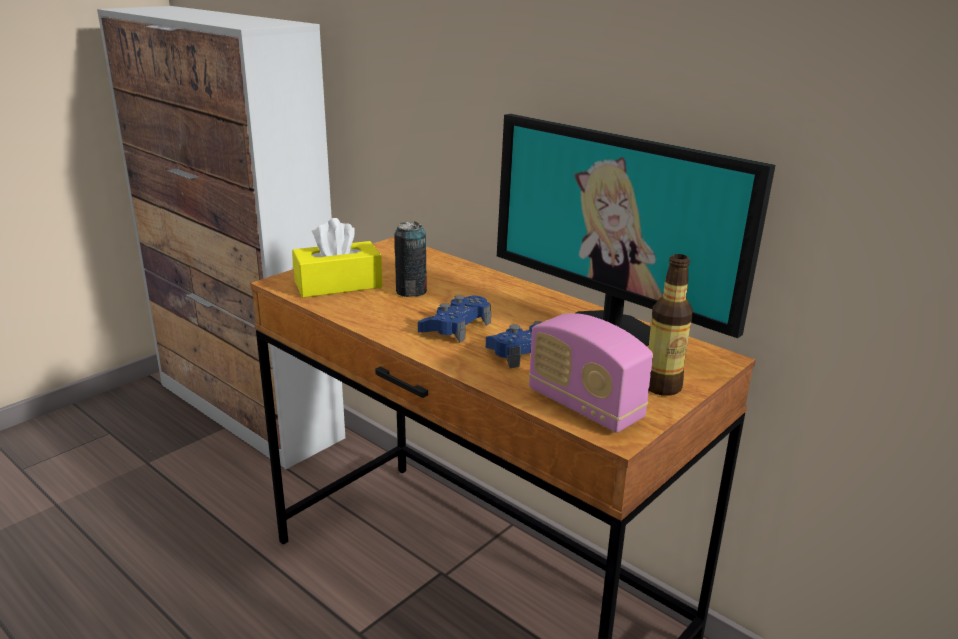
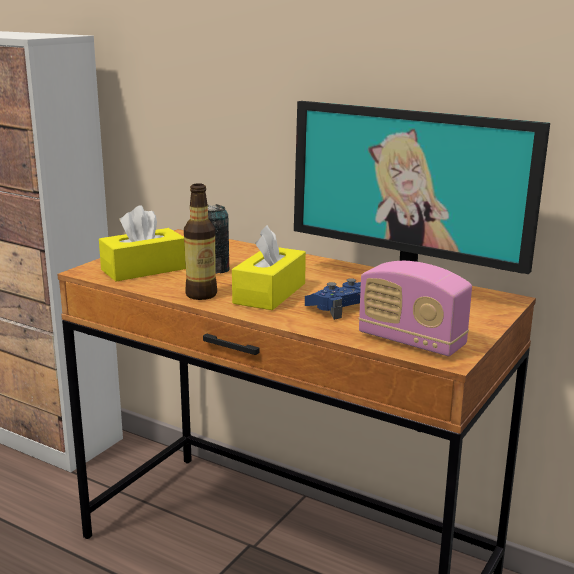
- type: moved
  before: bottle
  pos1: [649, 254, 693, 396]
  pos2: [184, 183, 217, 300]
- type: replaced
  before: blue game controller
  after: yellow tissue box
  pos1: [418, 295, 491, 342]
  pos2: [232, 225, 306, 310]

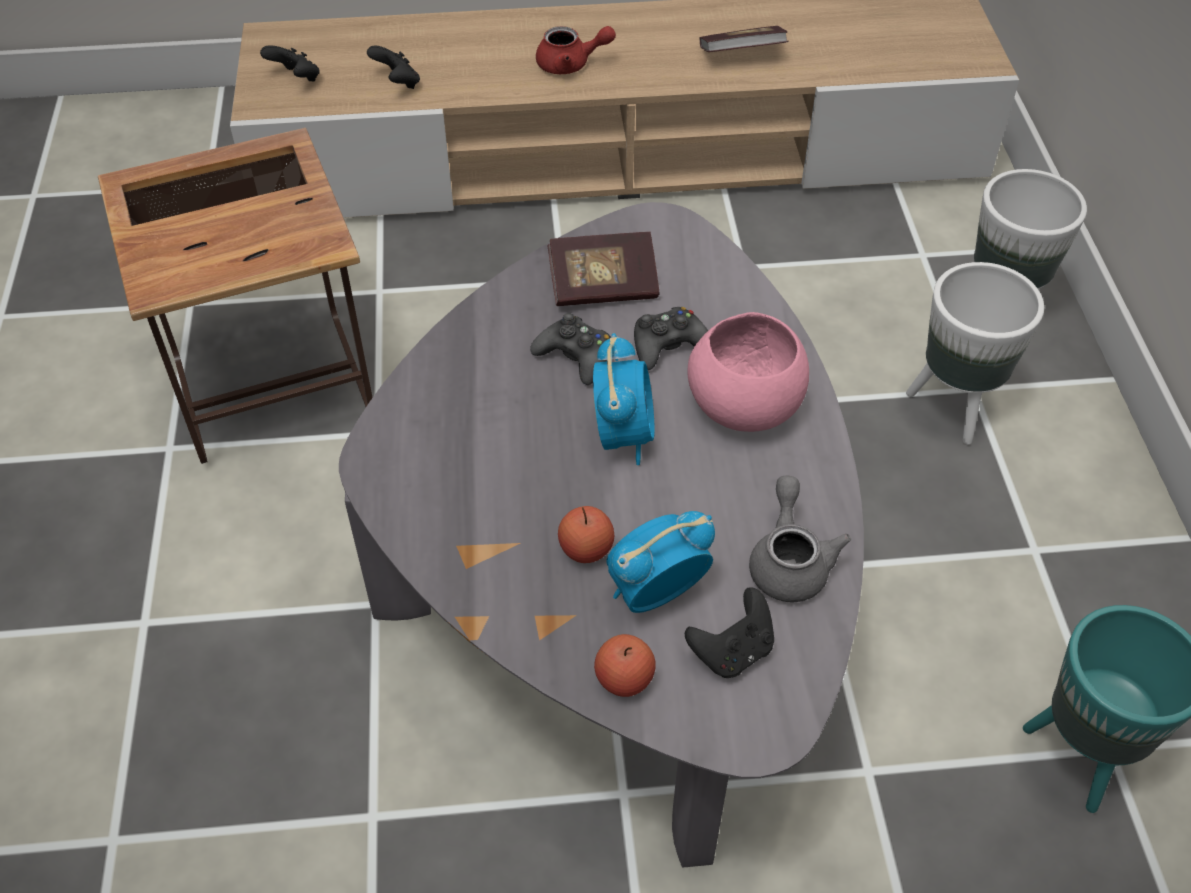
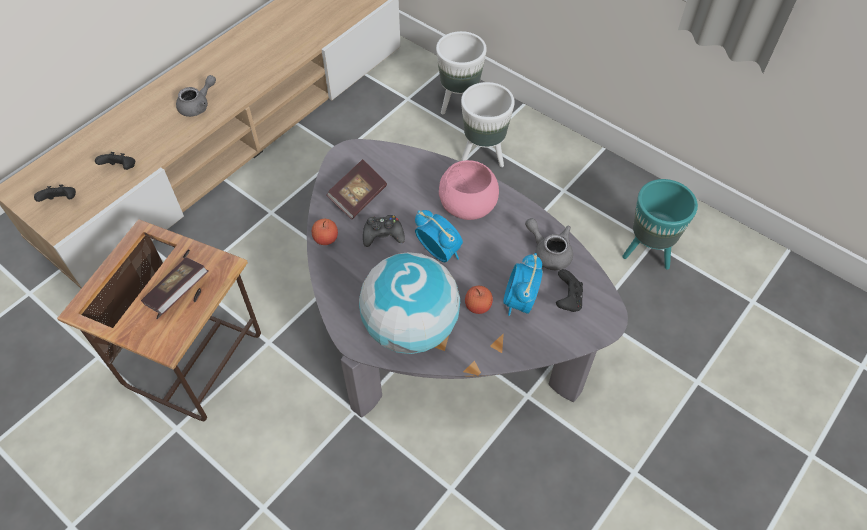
- type: removed
  before: black game controller
  pos1: [634, 307, 708, 370]
- type: added
  after: globe
  pos2: [359, 252, 460, 354]
- type: moved
  before: apple
  pos1: [594, 634, 656, 697]
  pos2: [312, 219, 338, 245]
- type: moved
  before: book
  pos1: [700, 26, 789, 52]
  pos2: [141, 257, 209, 315]
- type: recoloured
  before: red teapot
  after: grey teapot
  pos1: [536, 26, 616, 74]
  pos2: [176, 75, 216, 117]

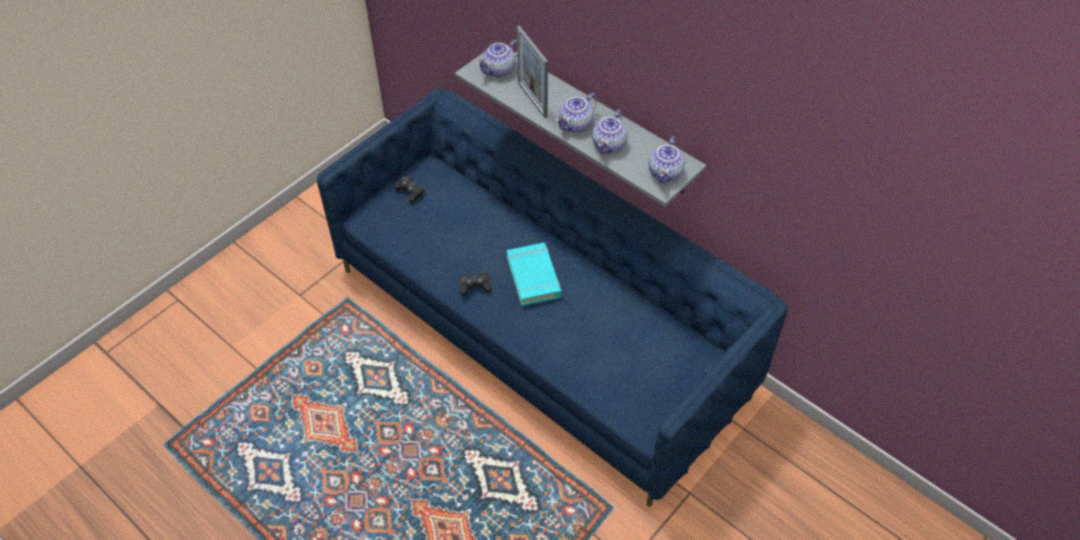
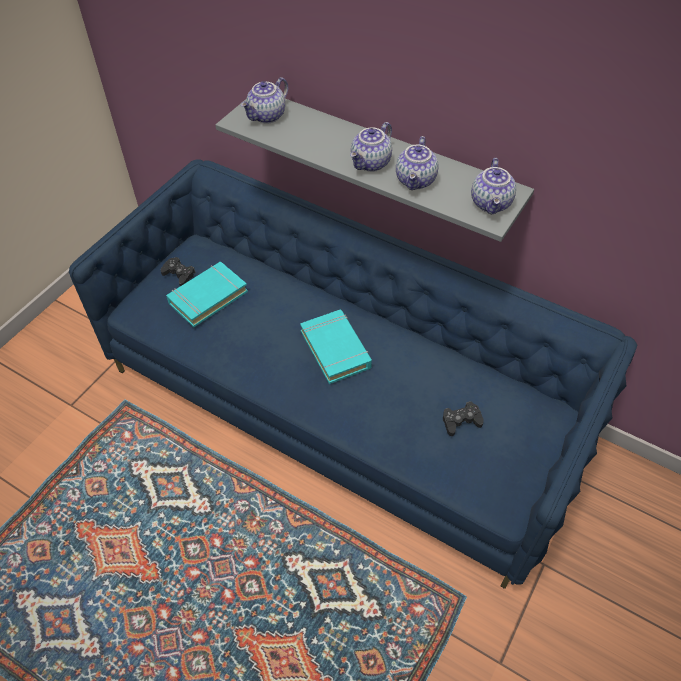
- type: removed
  before: picture frame
  pos1: [517, 26, 548, 118]
- type: added
  after: turquoise book
  pos2: [166, 262, 248, 327]
- type: moved
  before: black game controller
  pos1: [459, 271, 491, 296]
  pos2: [443, 401, 484, 436]

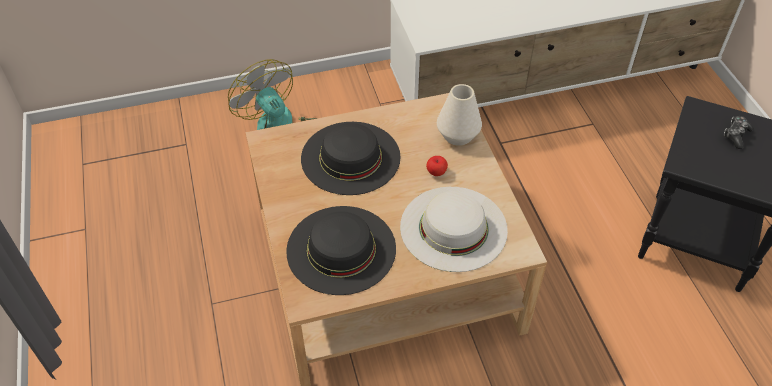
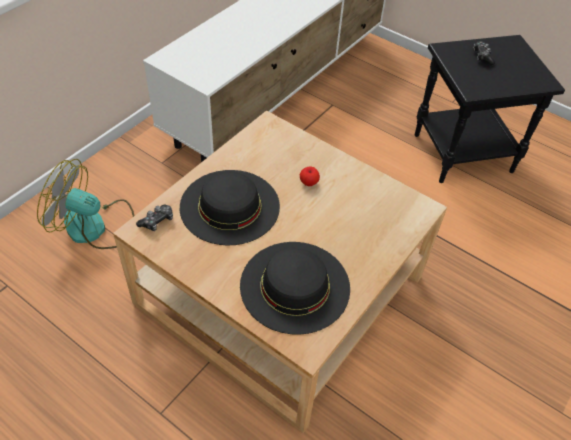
- type: removed
  before: white hat
  pos1: [400, 187, 508, 272]
- type: removed
  before: white vase
  pos1: [437, 84, 482, 146]
- type: added
  after: game controller
  pos2: [136, 204, 173, 231]

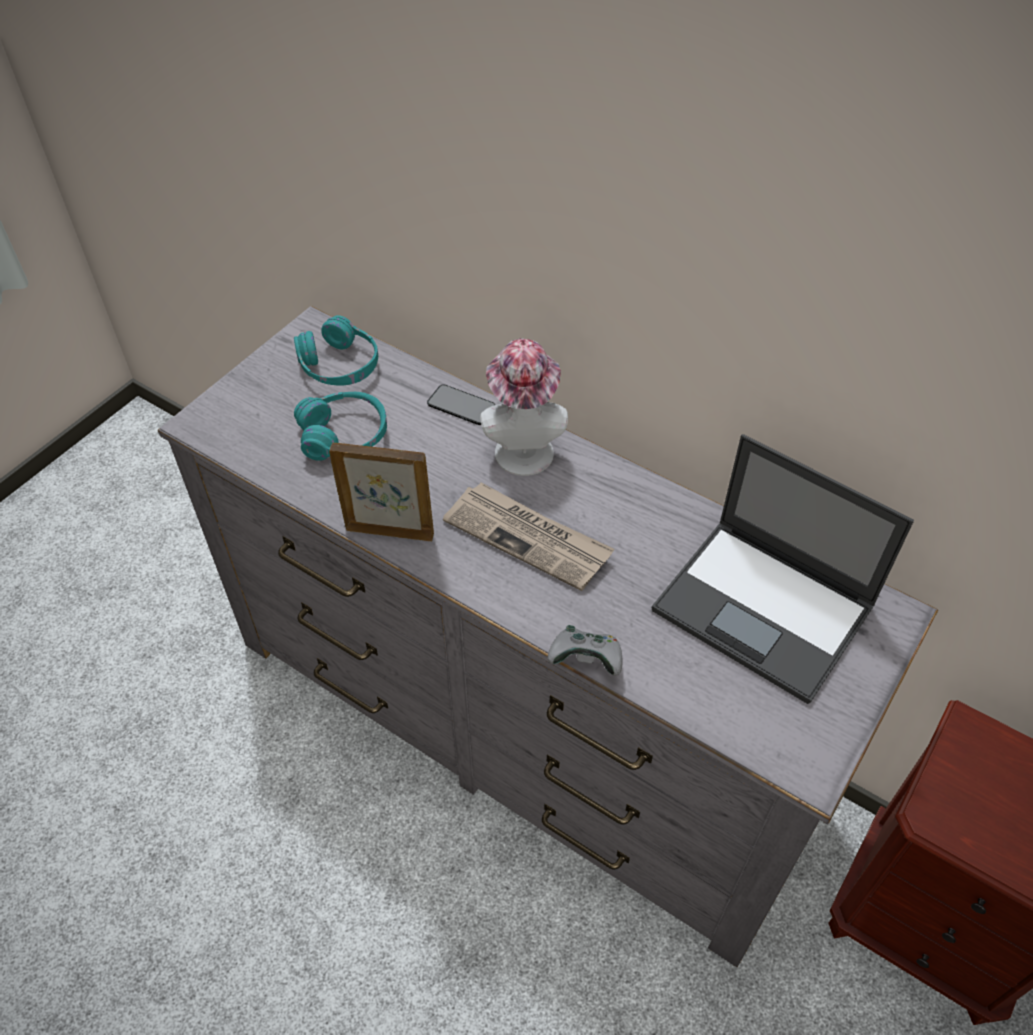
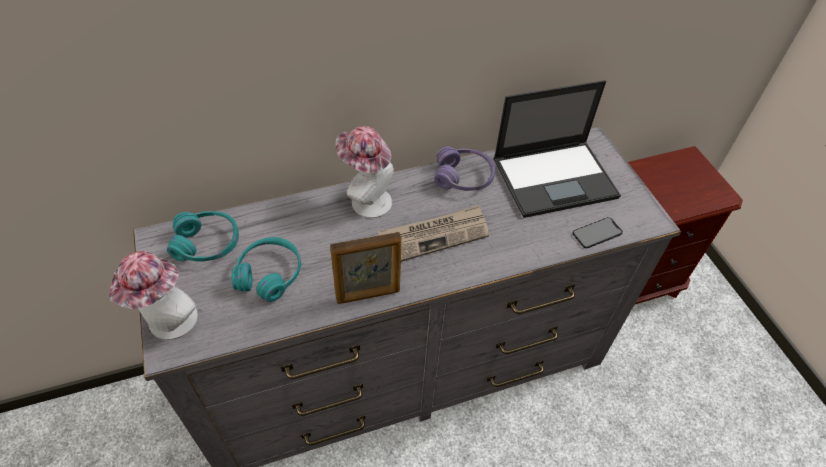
- type: removed
  before: grey game controller
  pos1: [548, 625, 622, 676]
- type: added
  after: hat
  pos2: [109, 251, 198, 340]
- type: added
  after: purple headphones
  pos2: [434, 147, 495, 191]
- type: moved
  before: phone
  pos1: [427, 385, 495, 425]
  pos2: [572, 217, 623, 248]
- type: turned
  before: picture frame
  pos1: [329, 443, 434, 541]
  pos2: [330, 232, 401, 304]
  turn: -150

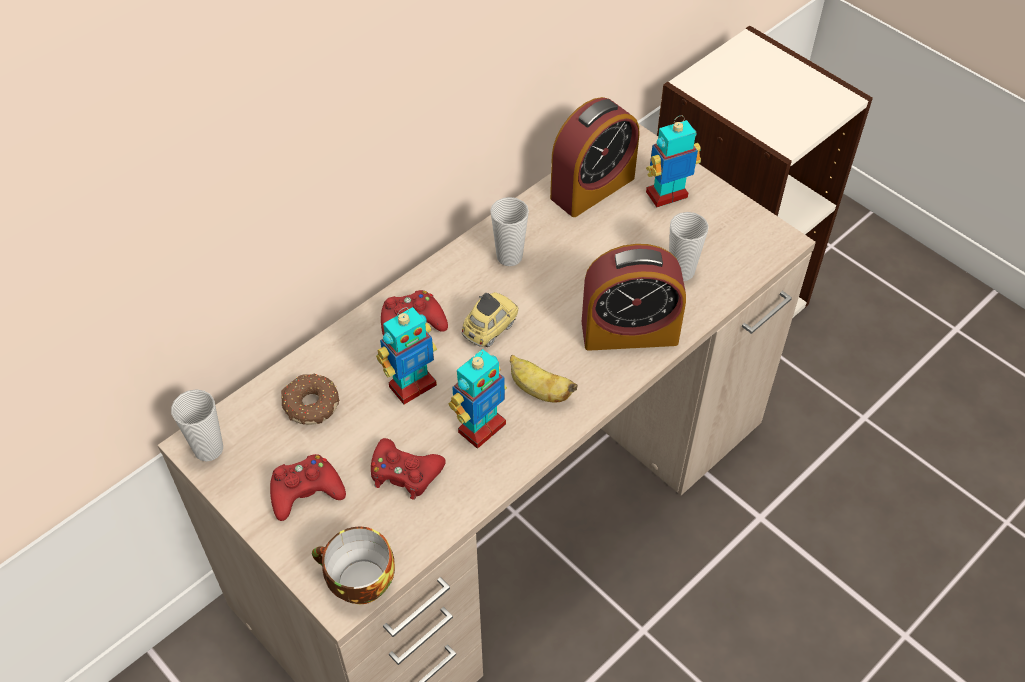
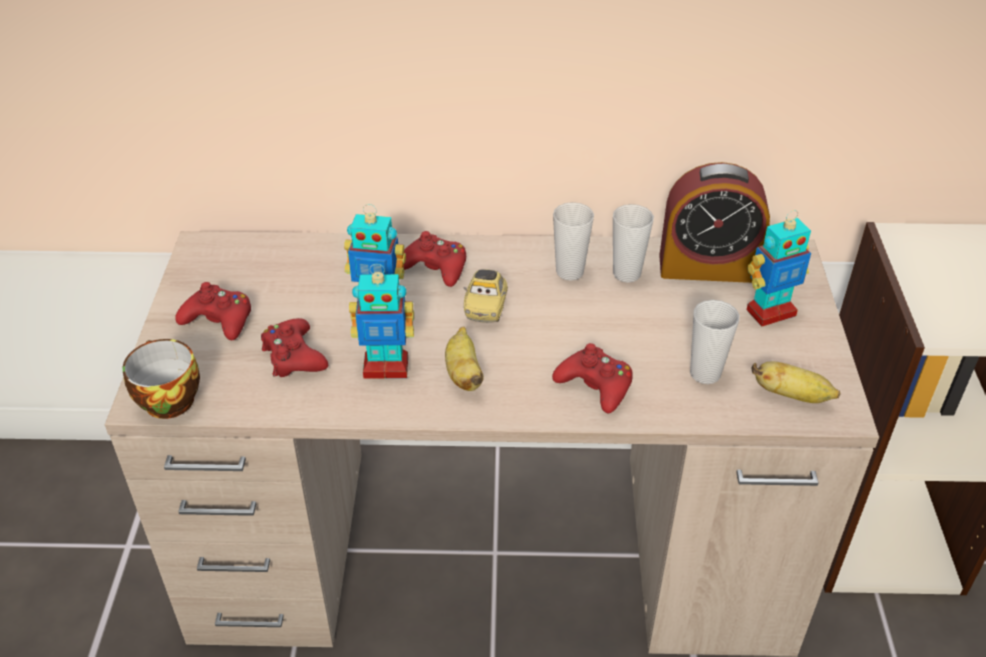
- type: removed
  before: donut
  pos1: [281, 373, 339, 425]
- type: added
  after: banana
  pos2: [751, 361, 840, 403]
- type: moved
  before: cup
  pos1: [171, 389, 223, 461]
  pos2: [613, 204, 654, 283]
- type: replaced
  before: alarm clock
  after: red game controller
  pos1: [582, 244, 686, 351]
  pos2: [552, 343, 633, 413]
- type: turned
  before: toy car
  pos1: [462, 292, 518, 347]
  pos2: [464, 269, 508, 323]
  turn: 105
- type: turned
  before: toy robot
  pos1: [646, 116, 701, 207]
  pos2: [747, 210, 811, 327]
  turn: 135

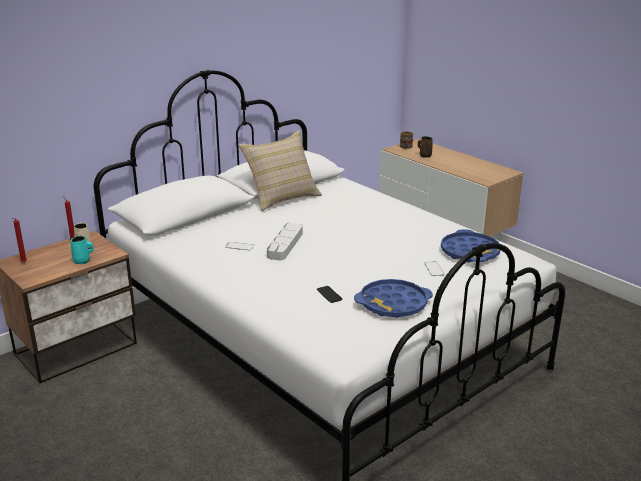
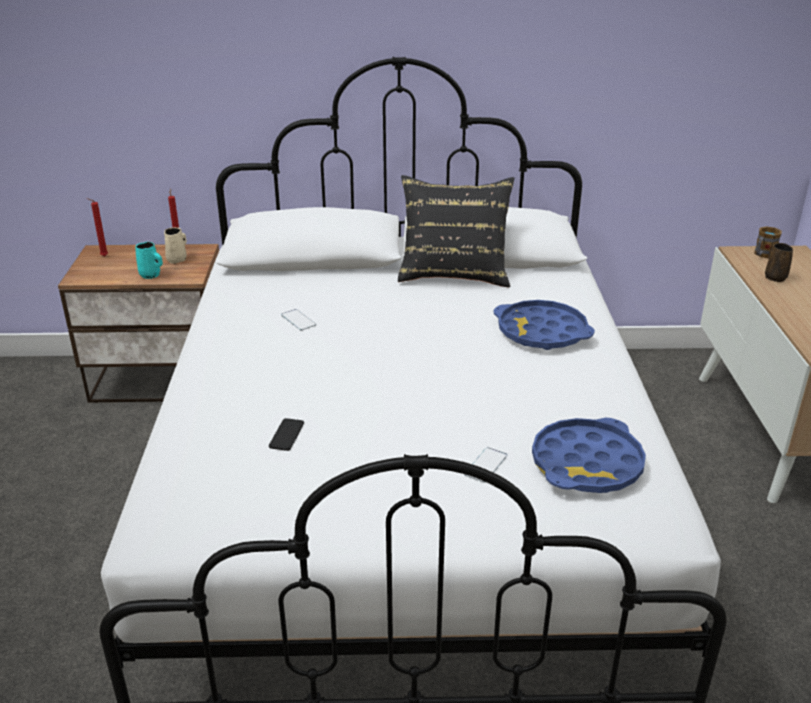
- type: removed
  before: grey tray
  pos1: [267, 223, 303, 260]
- type: moved
  before: blue tray
  pos1: [354, 279, 433, 318]
  pos2: [494, 300, 595, 350]
- type: recoloured
  before: beige pillow
  after: black pillow
  pos1: [238, 130, 322, 211]
  pos2: [398, 175, 514, 287]

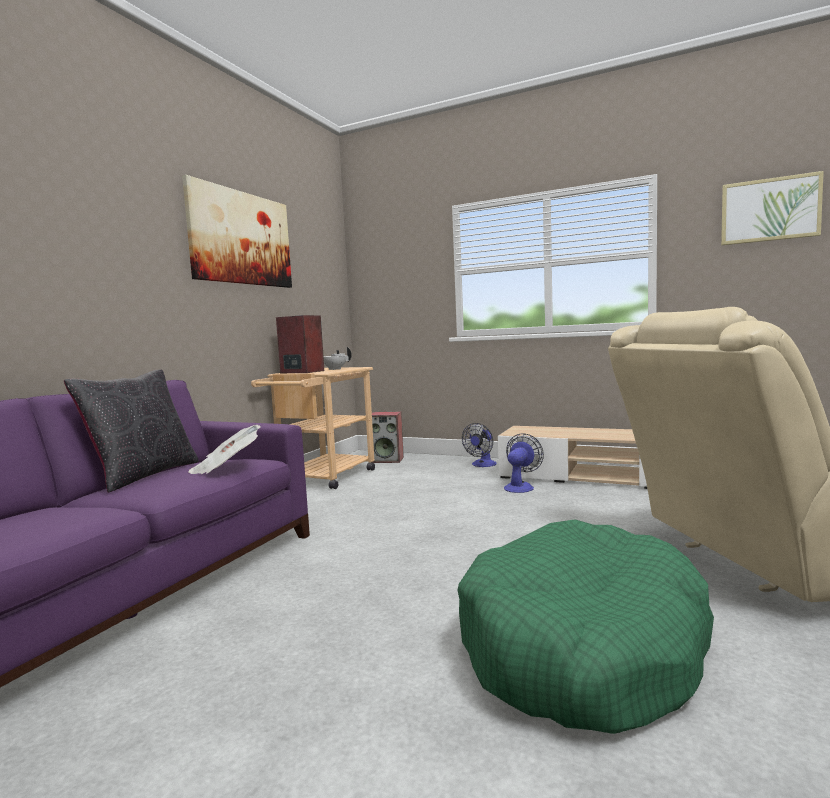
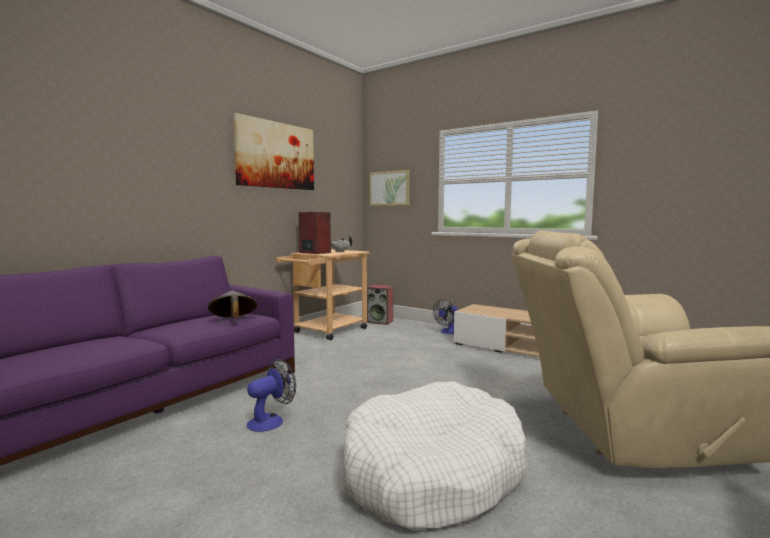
- type: removed
  before: black pillow
  pos1: [64, 370, 199, 493]
- type: moved
  before: fan
  pos1: [504, 433, 544, 493]
  pos2: [247, 359, 296, 432]
- type: moved
  before: picture
  pos1: [721, 171, 824, 245]
  pos2: [370, 170, 410, 206]
- type: replaced
  before: newspaper
  after: grey hat
  pos1: [188, 425, 261, 474]
  pos2: [208, 290, 258, 318]
- type: recoloured
  before: green dog bed
  after: white dog bed
  pos1: [458, 519, 714, 734]
  pos2: [342, 381, 527, 530]

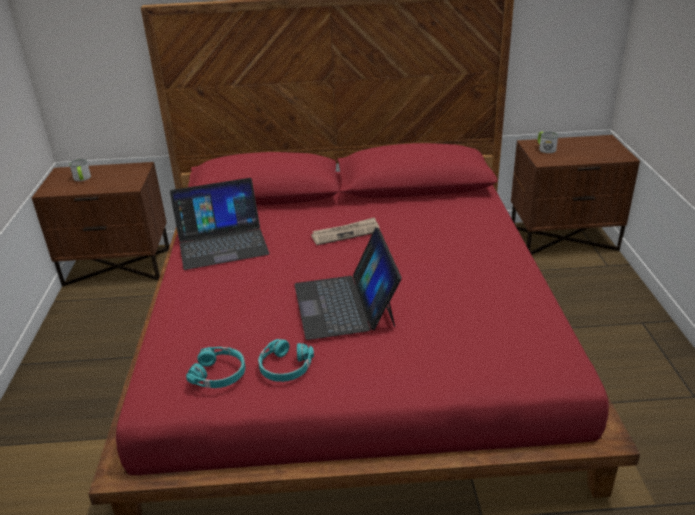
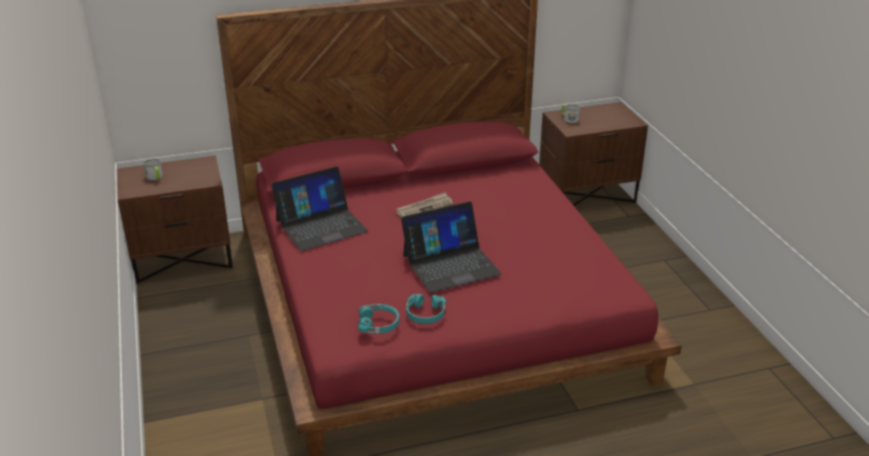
- type: turned
  before: laptop
  pos1: [294, 227, 402, 340]
  pos2: [401, 201, 502, 293]
  turn: -90

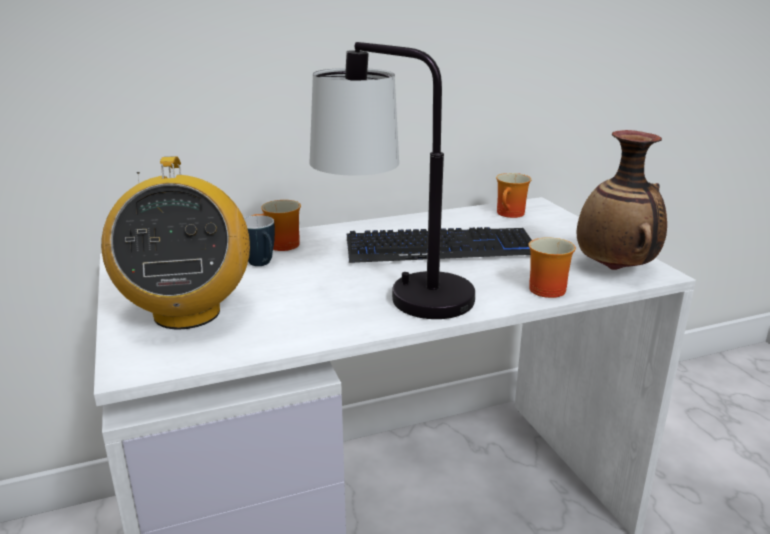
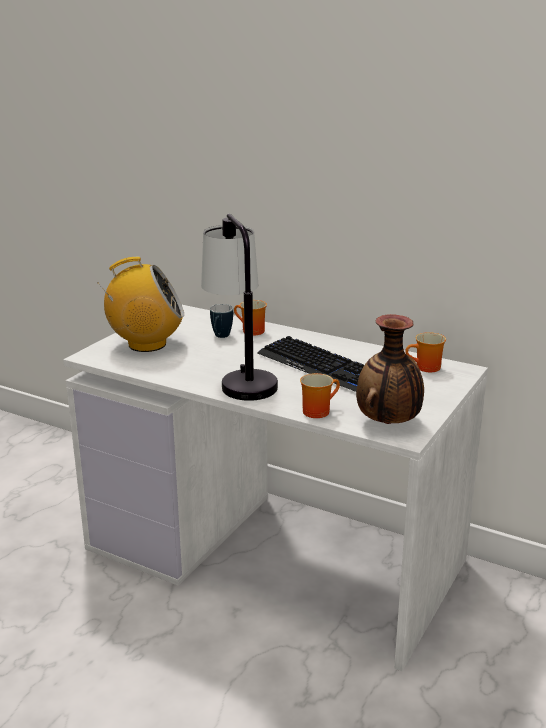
- type: turned
  before: radio
  pos1: [101, 156, 250, 330]
  pos2: [98, 257, 184, 352]
  turn: -135

